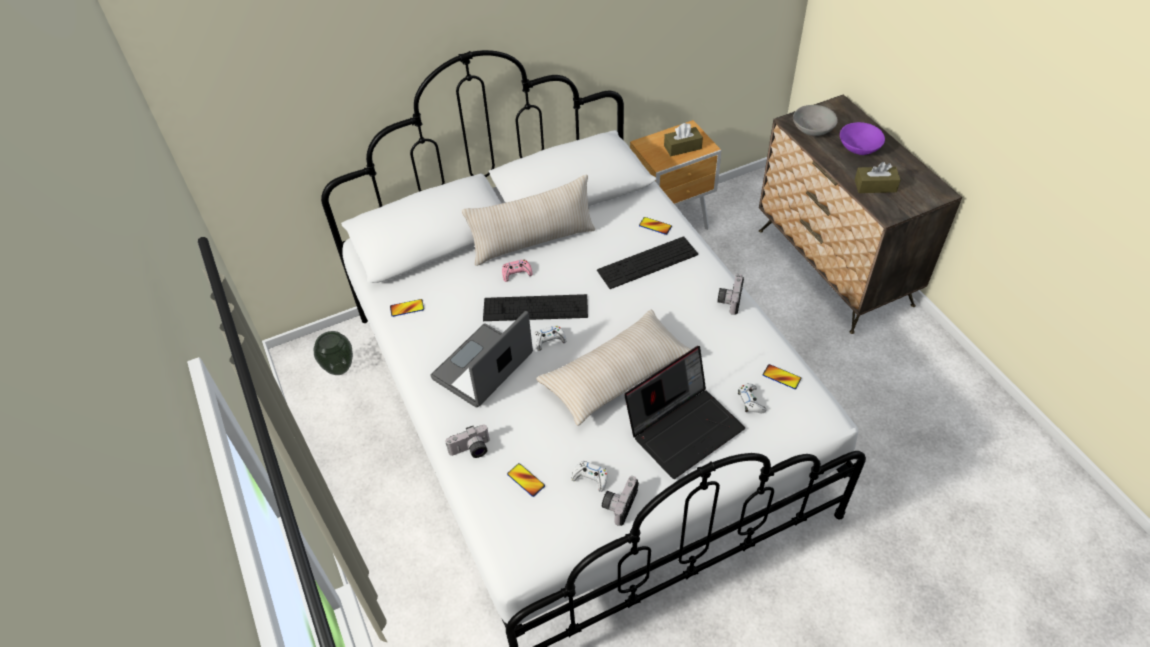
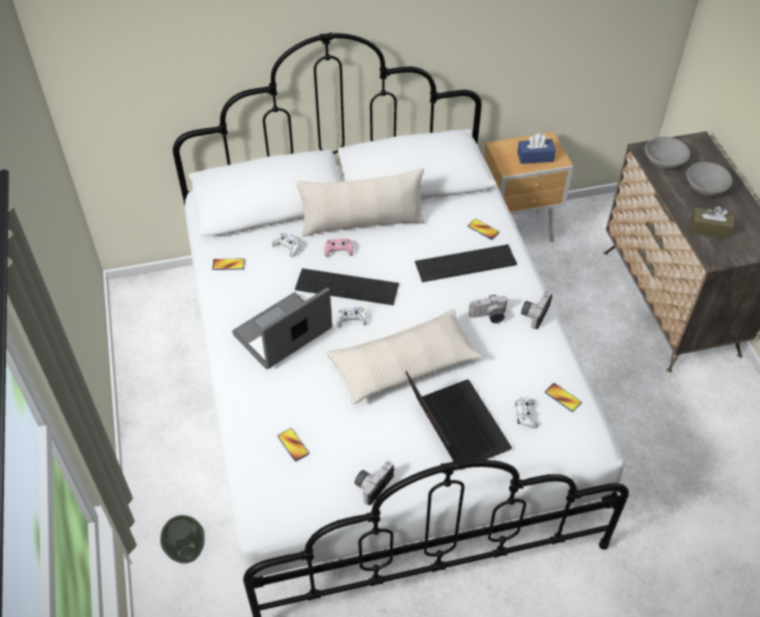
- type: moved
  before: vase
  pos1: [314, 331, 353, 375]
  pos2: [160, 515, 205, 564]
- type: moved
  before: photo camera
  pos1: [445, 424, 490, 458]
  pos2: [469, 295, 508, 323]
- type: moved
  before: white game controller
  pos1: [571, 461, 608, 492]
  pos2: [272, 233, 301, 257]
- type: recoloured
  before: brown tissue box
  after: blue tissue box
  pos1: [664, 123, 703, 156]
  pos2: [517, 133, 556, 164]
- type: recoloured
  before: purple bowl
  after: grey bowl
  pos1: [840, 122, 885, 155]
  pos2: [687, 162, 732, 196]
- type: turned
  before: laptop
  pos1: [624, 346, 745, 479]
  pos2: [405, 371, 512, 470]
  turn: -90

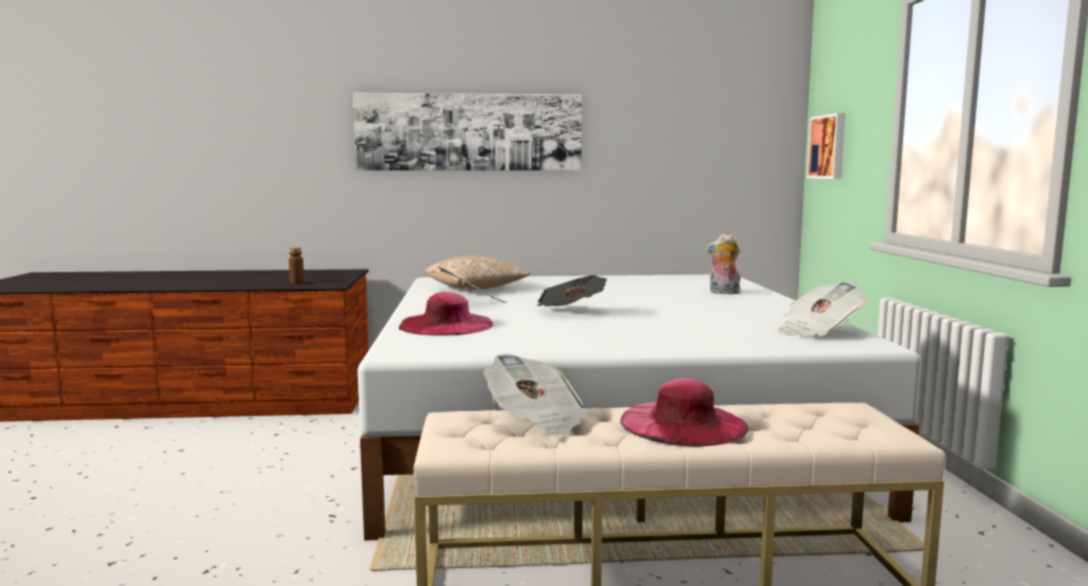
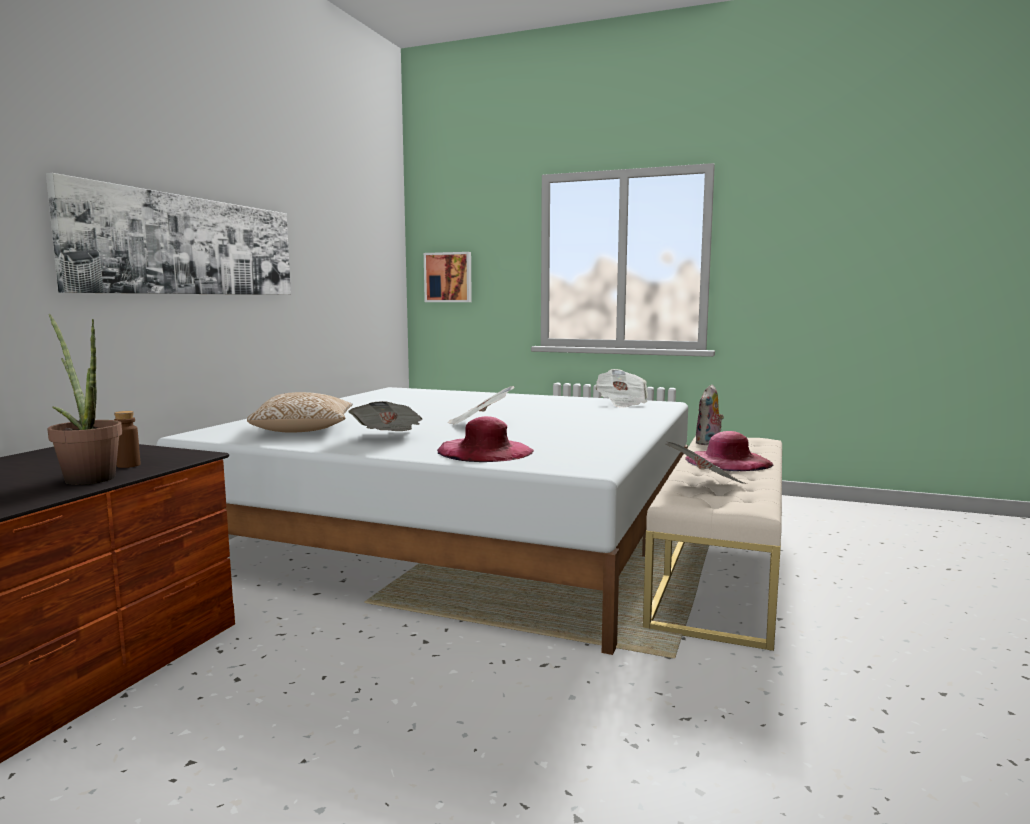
- type: added
  after: potted plant
  pos2: [47, 314, 122, 485]
- type: moved
  before: plush toy
  pos1: [706, 234, 741, 294]
  pos2: [695, 384, 724, 445]

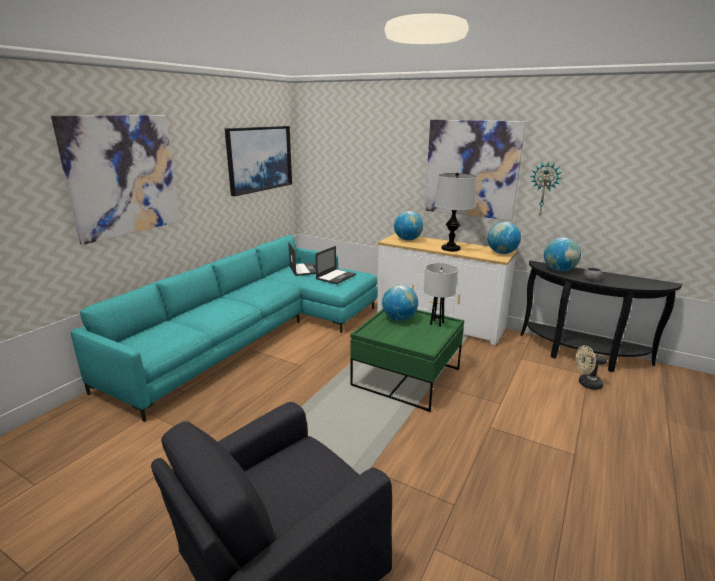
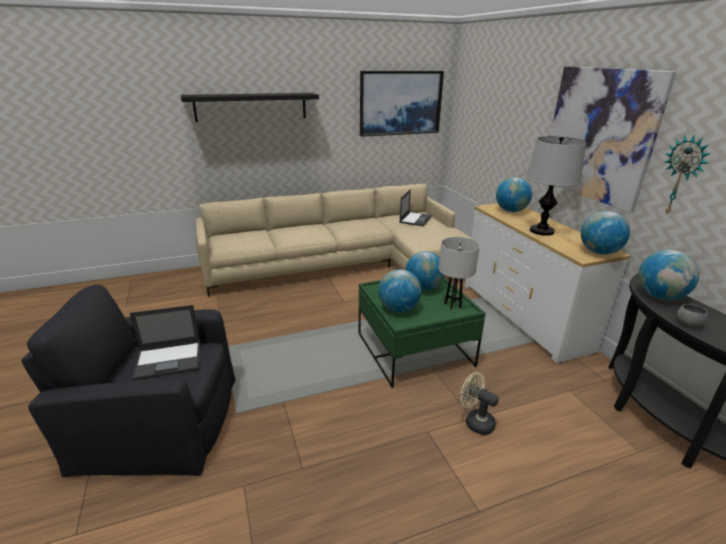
- type: added
  after: globe
  pos2: [378, 269, 421, 312]
- type: moved
  before: laptop
  pos1: [315, 246, 356, 284]
  pos2: [130, 305, 200, 381]
- type: moved
  before: beige fan
  pos1: [576, 345, 607, 390]
  pos2: [460, 372, 499, 435]
- type: replaced
  before: picture
  after: black shelf
  pos1: [51, 115, 180, 245]
  pos2: [181, 93, 319, 122]
- type: recoloured
  before: turquoise sofa
  after: beige sofa
  pos1: [71, 235, 377, 422]
  pos2: [195, 184, 471, 297]

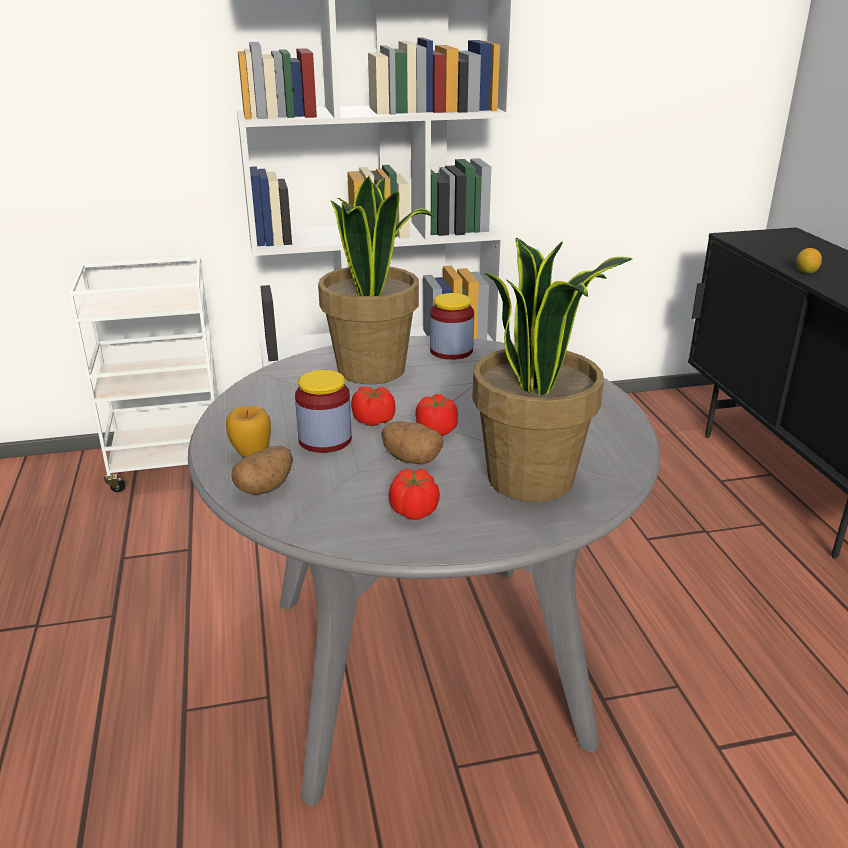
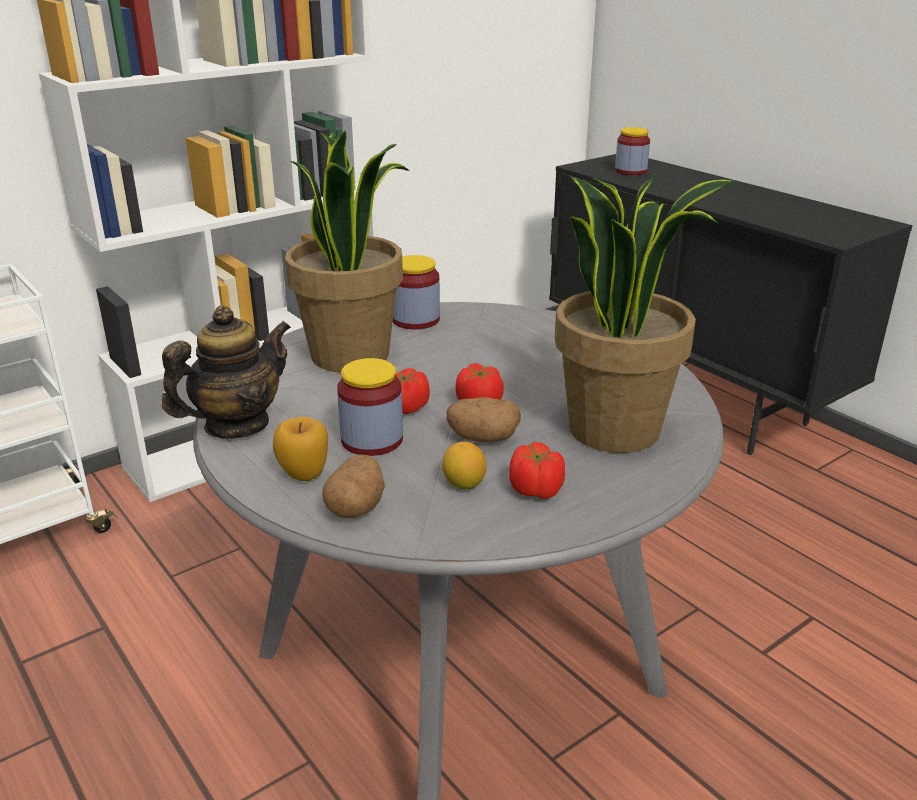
- type: added
  after: teapot
  pos2: [162, 305, 291, 439]
- type: added
  after: jar
  pos2: [615, 127, 650, 175]
- type: moved
  before: lemon
  pos1: [797, 248, 822, 273]
  pos2: [442, 441, 486, 490]

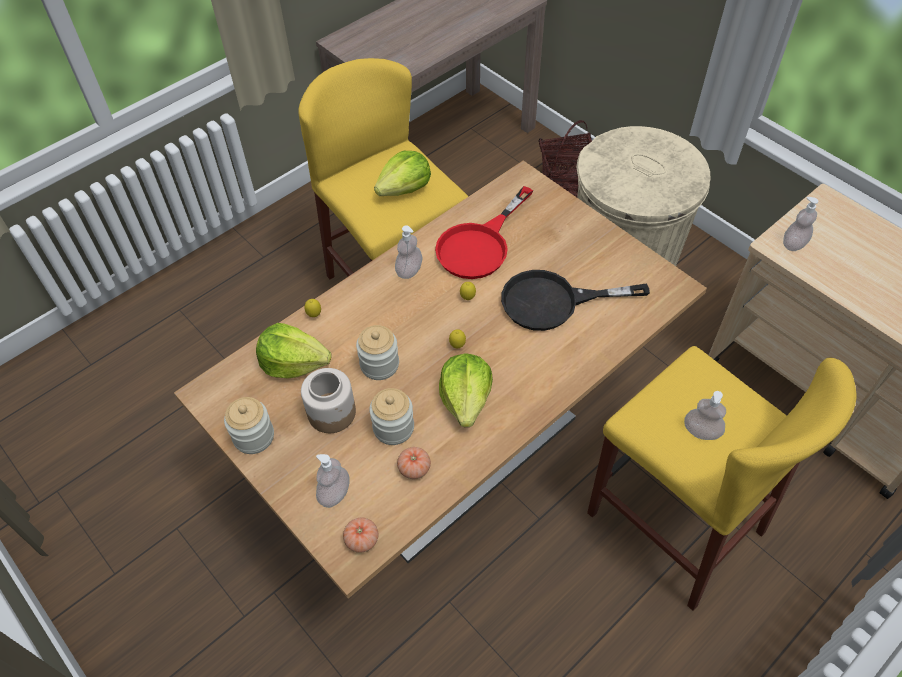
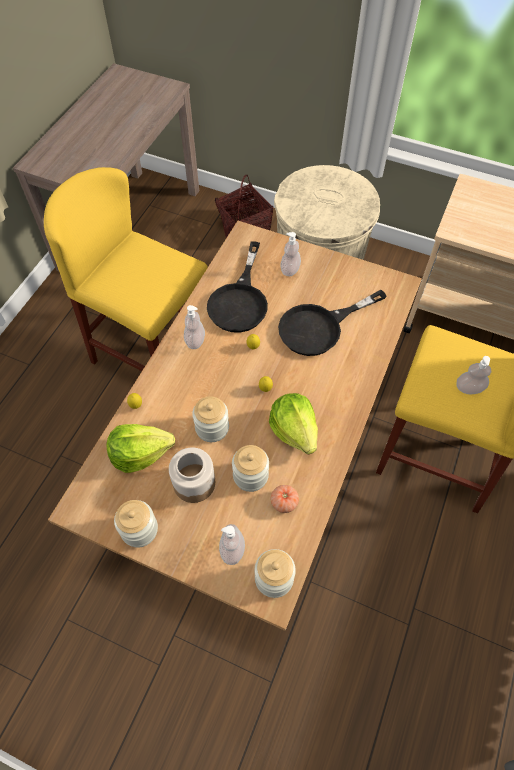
- type: removed
  before: lettuce
  pos1: [374, 151, 431, 196]
- type: moved
  before: soap dispenser
  pos1: [783, 197, 819, 251]
  pos2: [280, 232, 301, 276]
- type: replaced
  before: tomato
  after: jar
  pos1: [343, 517, 379, 553]
  pos2: [255, 549, 296, 598]
- type: recoloured
  before: red frying pan
  after: black frying pan
  pos1: [435, 186, 533, 279]
  pos2: [207, 241, 268, 333]

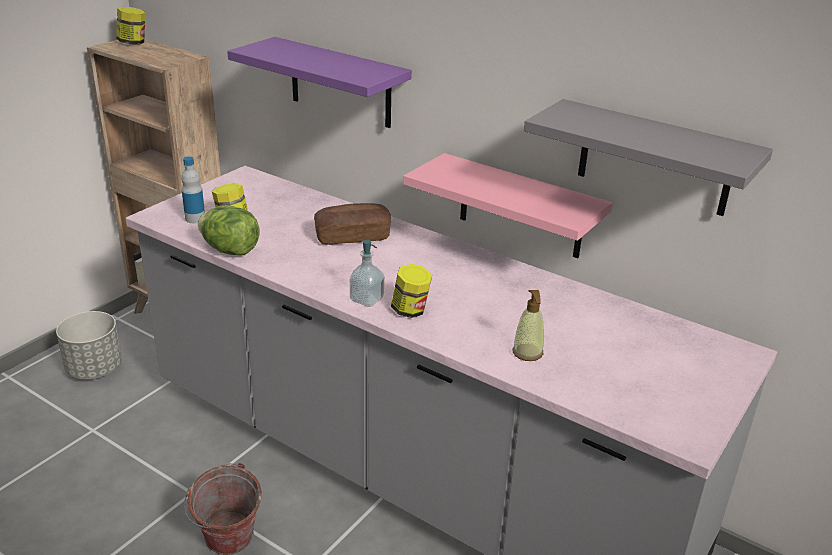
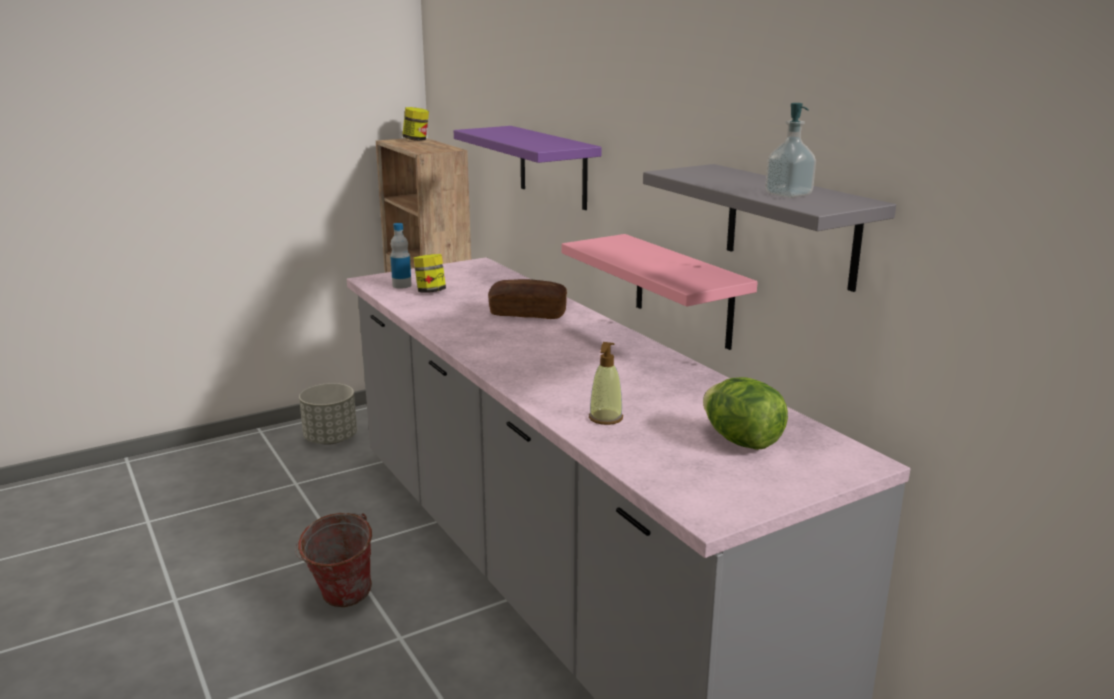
- type: removed
  before: jar
  pos1: [391, 264, 432, 318]
- type: moved
  before: lettuce
  pos1: [198, 205, 260, 256]
  pos2: [703, 377, 788, 450]
- type: moved
  before: soap dispenser
  pos1: [350, 239, 384, 307]
  pos2: [765, 103, 816, 198]

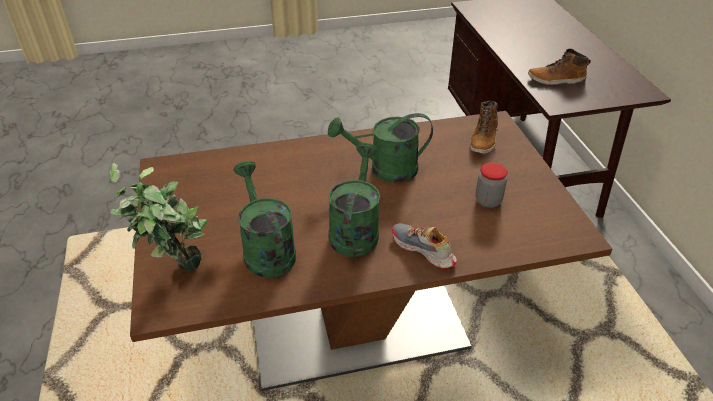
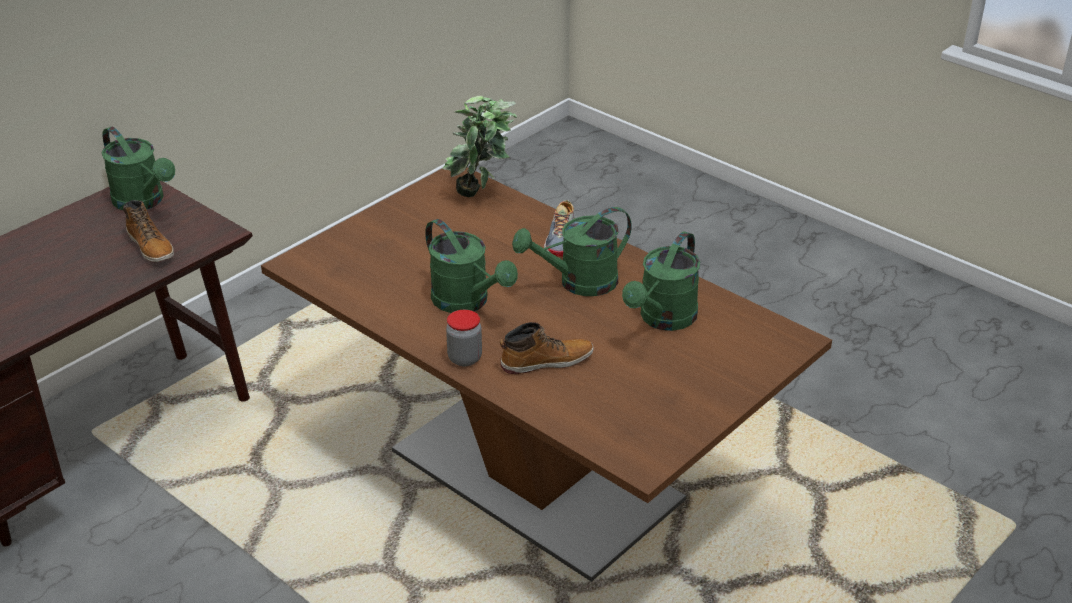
- type: added
  after: green watering can
  pos2: [102, 127, 175, 210]
- type: moved
  before: potted plant
  pos1: [110, 163, 208, 271]
  pos2: [442, 96, 517, 197]
- type: moved
  before: boot
  pos1: [470, 101, 498, 154]
  pos2: [500, 322, 594, 374]
- type: moved
  before: jar
  pos1: [475, 163, 508, 208]
  pos2: [446, 310, 482, 366]

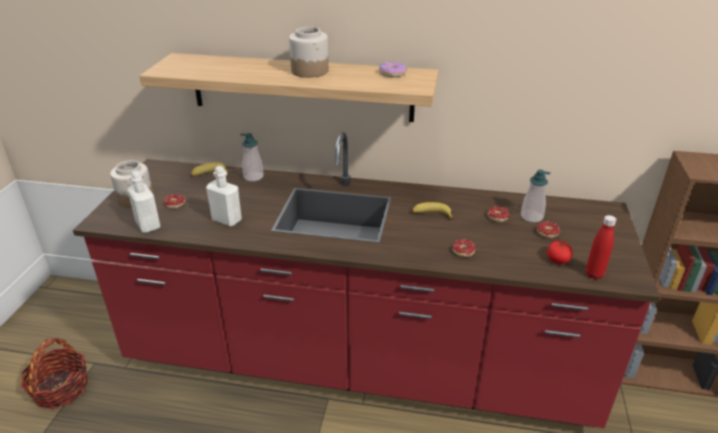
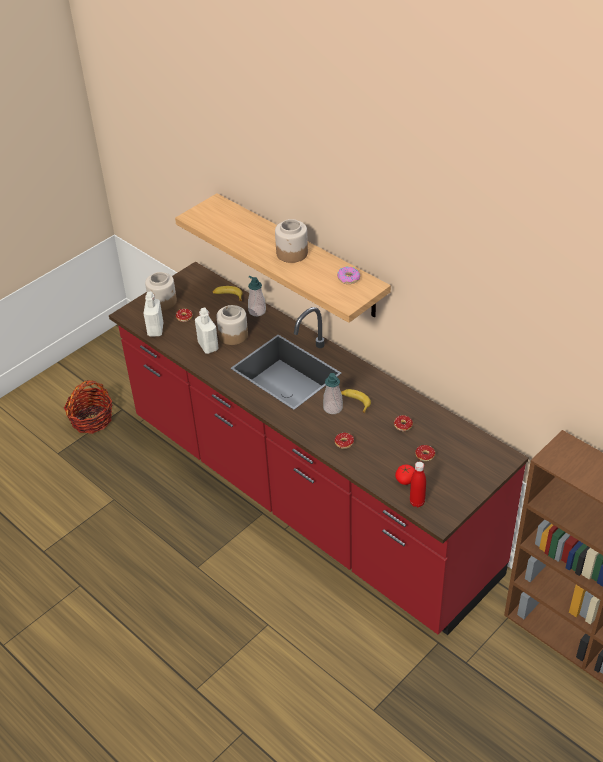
- type: added
  after: jar
  pos2: [217, 305, 248, 345]
- type: moved
  before: soap dispenser
  pos1: [521, 170, 551, 223]
  pos2: [323, 373, 343, 414]

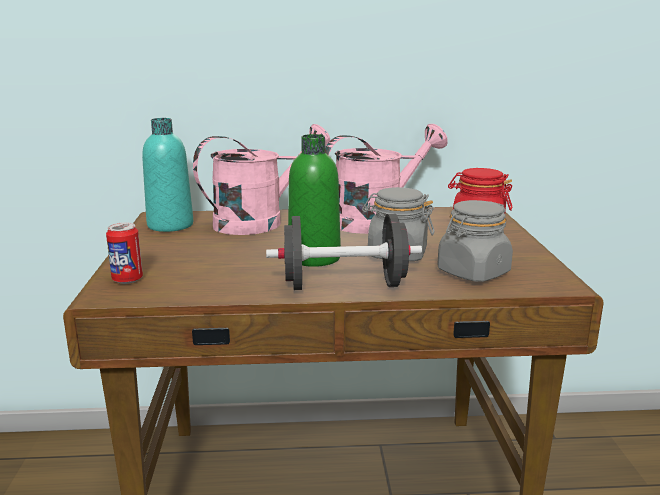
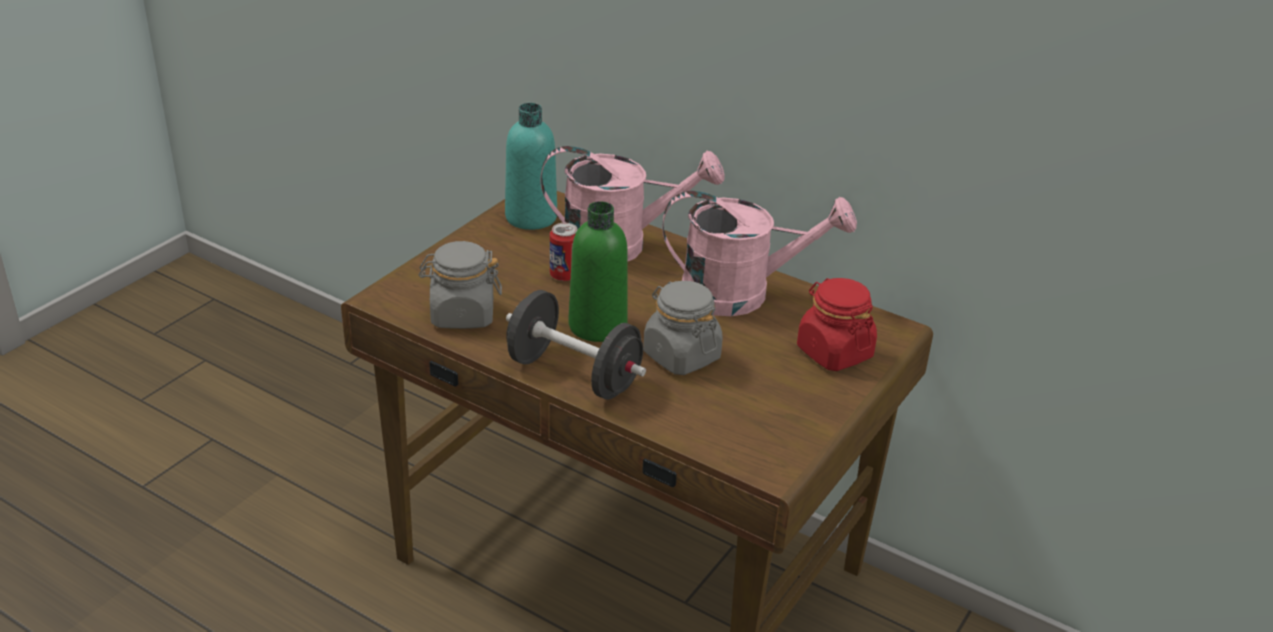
- type: moved
  before: can
  pos1: [106, 222, 143, 284]
  pos2: [550, 223, 578, 281]
- type: moved
  before: grey jar
  pos1: [437, 200, 513, 282]
  pos2: [419, 241, 502, 329]

